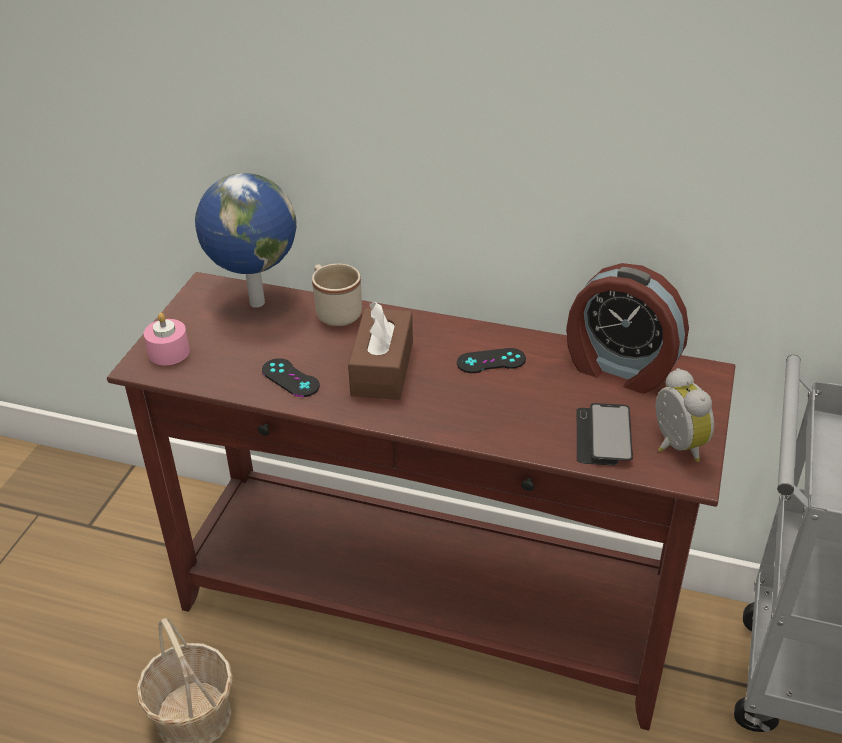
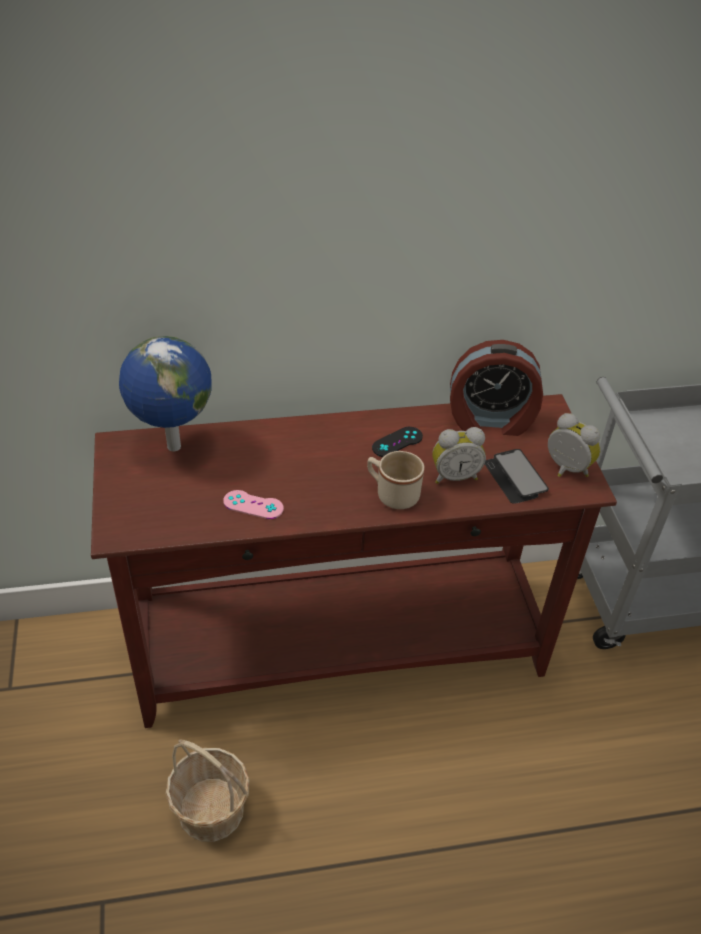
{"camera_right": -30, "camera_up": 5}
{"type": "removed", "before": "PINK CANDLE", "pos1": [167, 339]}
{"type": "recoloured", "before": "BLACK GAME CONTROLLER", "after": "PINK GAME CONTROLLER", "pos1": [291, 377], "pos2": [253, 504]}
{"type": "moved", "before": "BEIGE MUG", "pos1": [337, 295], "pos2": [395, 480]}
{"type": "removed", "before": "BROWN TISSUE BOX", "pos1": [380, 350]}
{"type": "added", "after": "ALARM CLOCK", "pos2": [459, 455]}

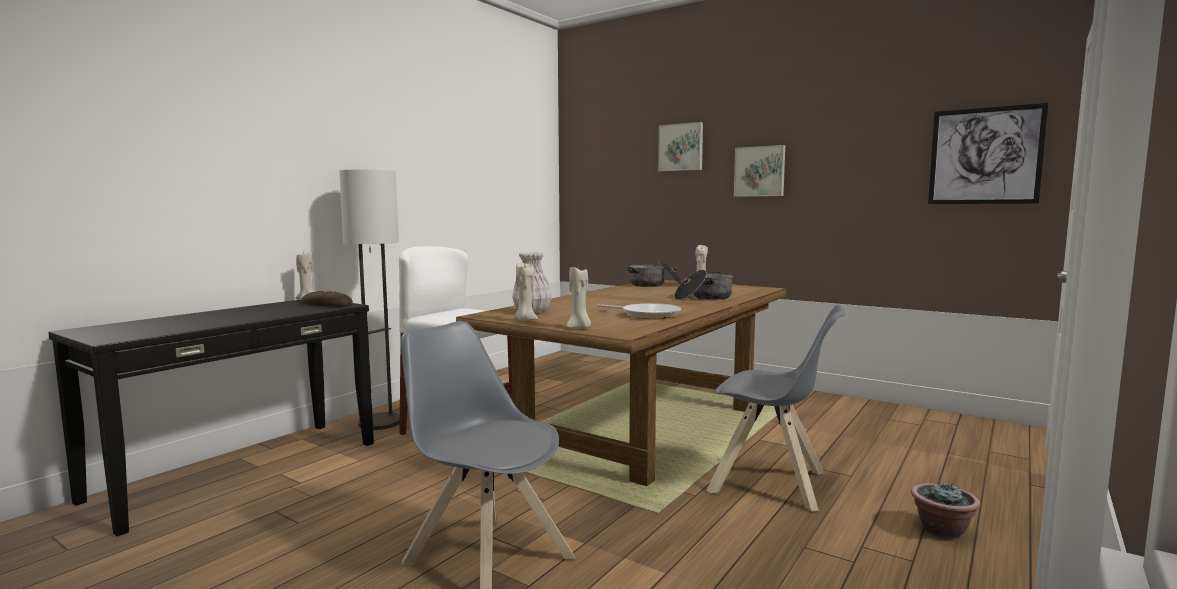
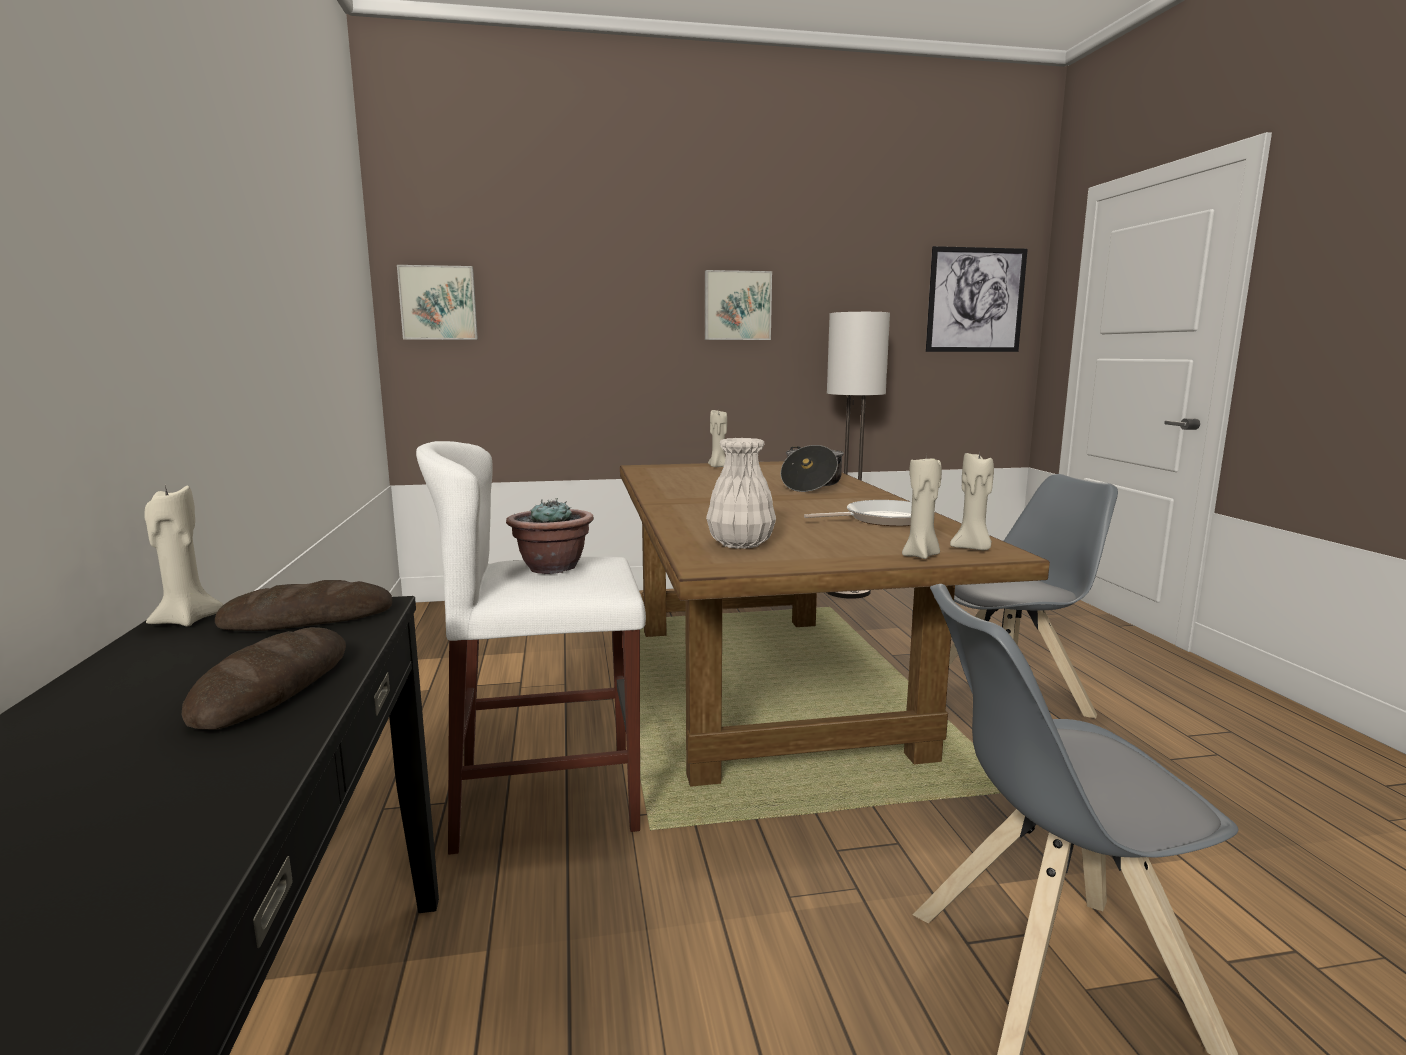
{"camera_right": -45, "camera_up": 5}
{"type": "moved", "before": "FLOOR LAMP", "pos1": [369, 299], "pos2": [858, 455]}
{"type": "moved", "before": "BEIGE CANDLE", "pos1": [526, 292], "pos2": [972, 501]}
{"type": "removed", "before": "COOKING POT", "pos1": [655, 273]}
{"type": "moved", "before": "PICTURE", "pos1": [680, 146], "pos2": [437, 302]}
{"type": "moved", "before": "POTTED PLANT", "pos1": [946, 510], "pos2": [550, 536]}
{"type": "added", "after": "BREAD", "pos2": [263, 678]}

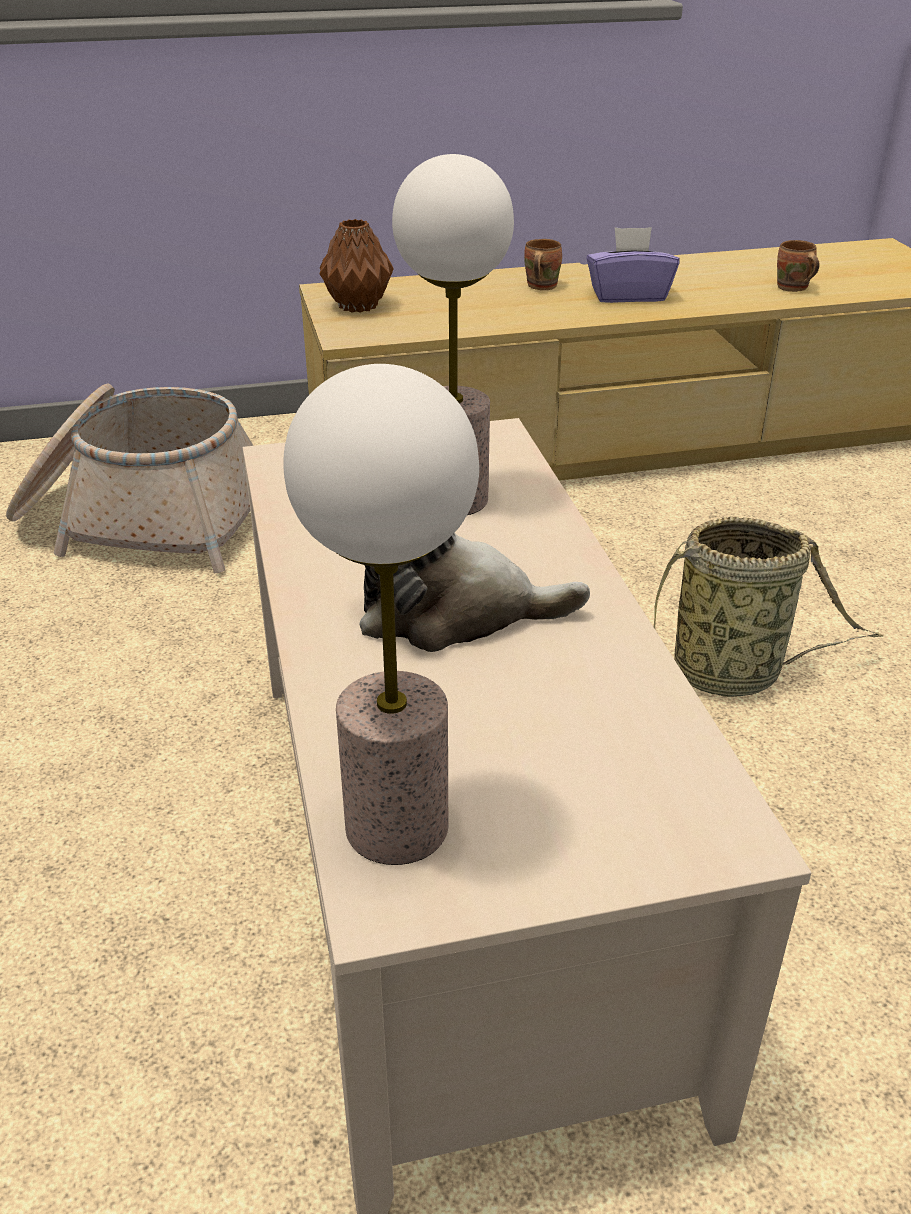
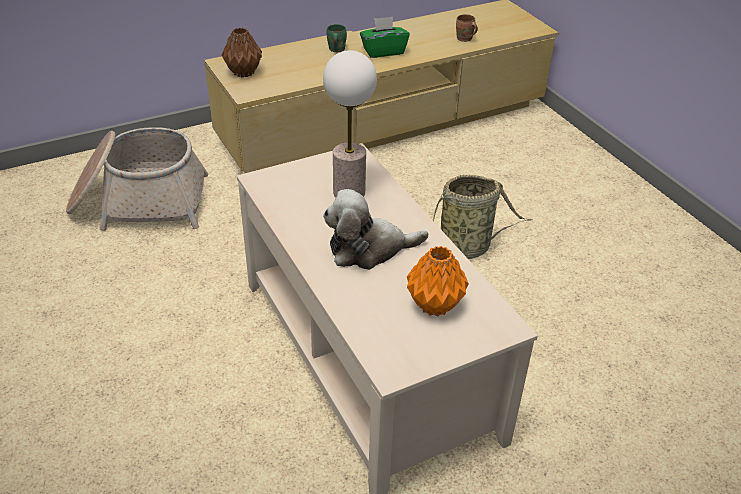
{"camera_right": -15, "camera_up": 5}
{"type": "removed", "before": "TABLE LAMP", "pos1": [381, 614]}
{"type": "recoloured", "before": "BROWN MUG", "after": "GREEN MUG", "pos1": [543, 264], "pos2": [337, 38]}
{"type": "recoloured", "before": "PURPLE TISSUE BOX", "after": "GREEN TISSUE BOX", "pos1": [632, 265], "pos2": [385, 37]}
{"type": "added", "after": "ORANGE VASE", "pos2": [438, 281]}

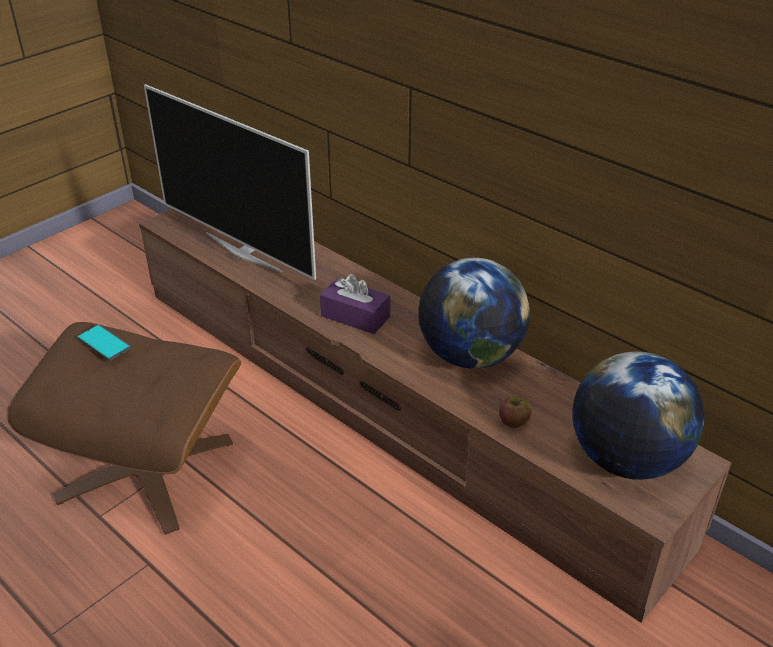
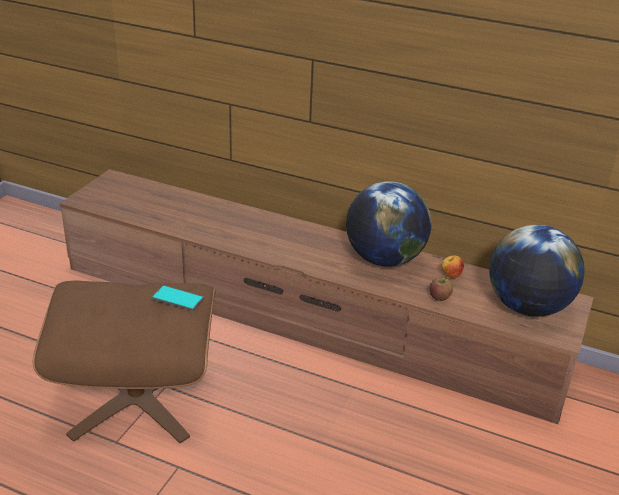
{"camera_right": -20, "camera_up": -5}
{"type": "moved", "before": "PHONE", "pos1": [104, 342], "pos2": [178, 298]}
{"type": "removed", "before": "TELEVISION", "pos1": [230, 182]}
{"type": "removed", "before": "PURPLE TISSUE BOX", "pos1": [355, 304]}
{"type": "added", "after": "APPLE", "pos2": [452, 266]}

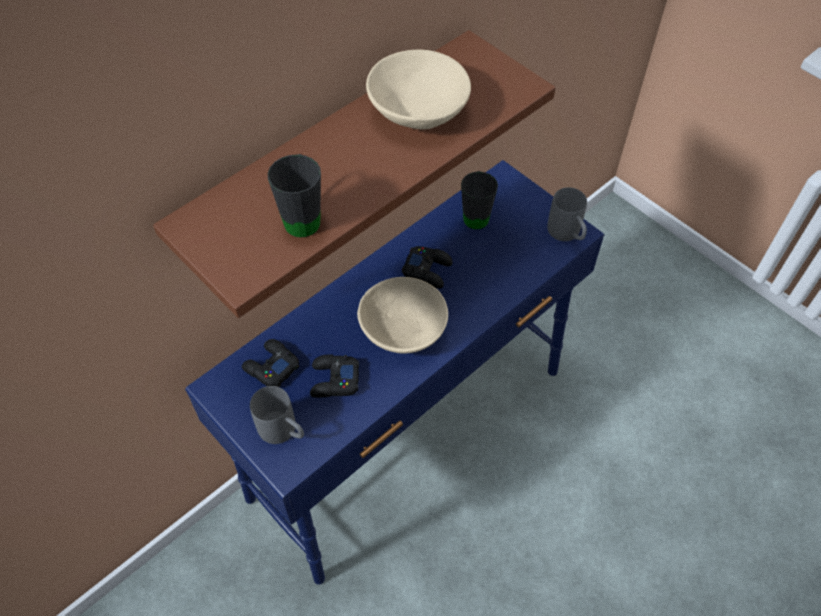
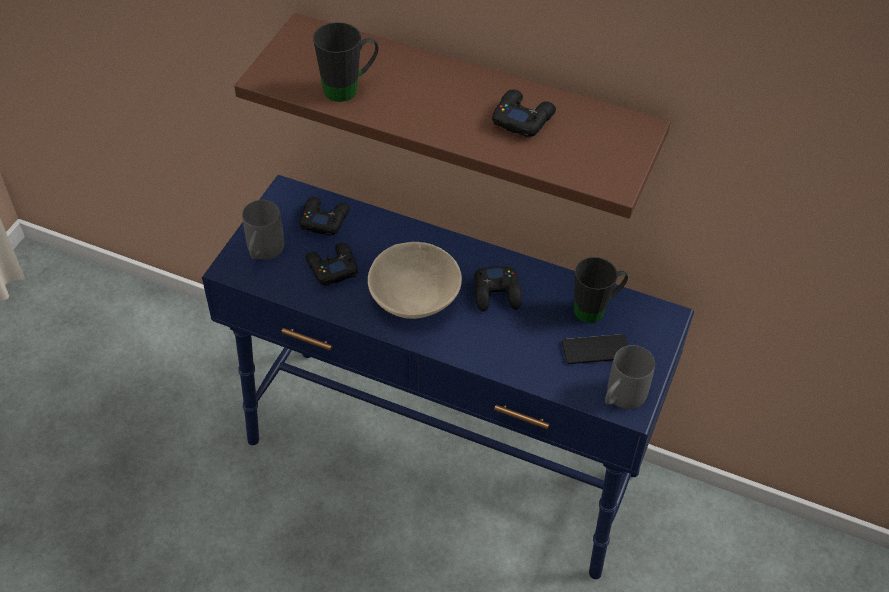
{"camera_right": 65, "camera_up": -5}
{"type": "replaced", "before": "BEIGE BOWL", "after": "BLACK GAME CONTROLLER", "pos1": [418, 89], "pos2": [524, 113]}
{"type": "added", "after": "PHONE", "pos2": [595, 349]}

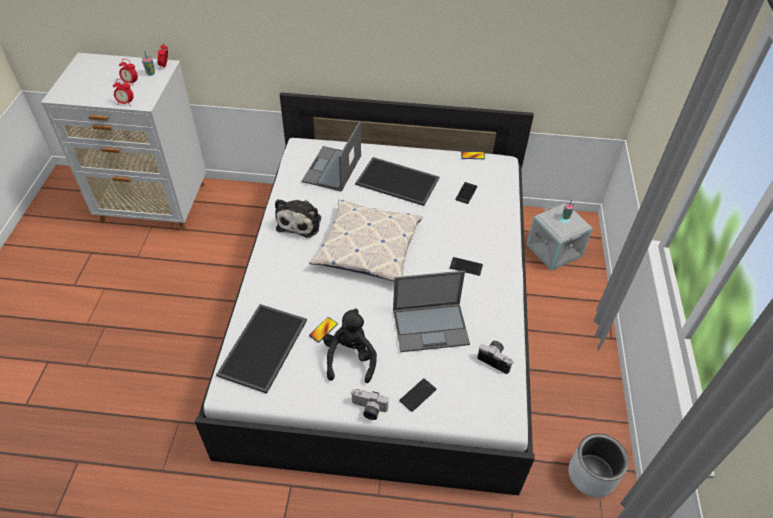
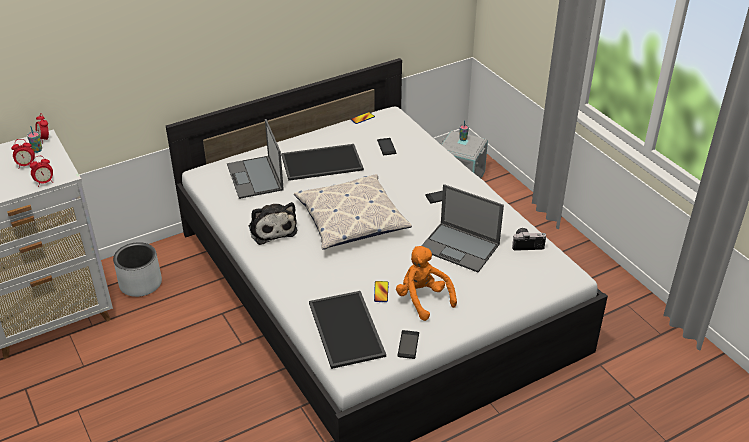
{"camera_right": -35, "camera_up": -10}
{"type": "recoloured", "before": "BLACK PLUSH TOY", "after": "ORANGE PLUSH TOY", "pos1": [350, 345], "pos2": [426, 283]}
{"type": "removed", "before": "PHOTO CAMERA", "pos1": [369, 404]}
{"type": "turned", "before": "LAPTOP", "pos1": [431, 311], "pos2": [462, 228], "turn": 75}
{"type": "moved", "before": "PHONE", "pos1": [418, 395], "pos2": [408, 344]}
{"type": "moved", "before": "GREY PLANTER", "pos1": [598, 465], "pos2": [137, 269]}

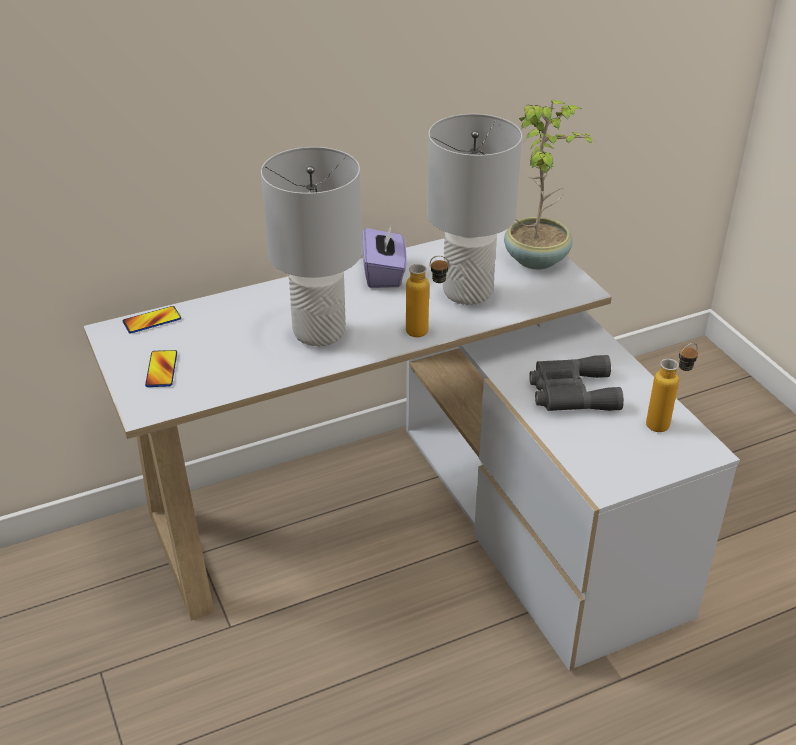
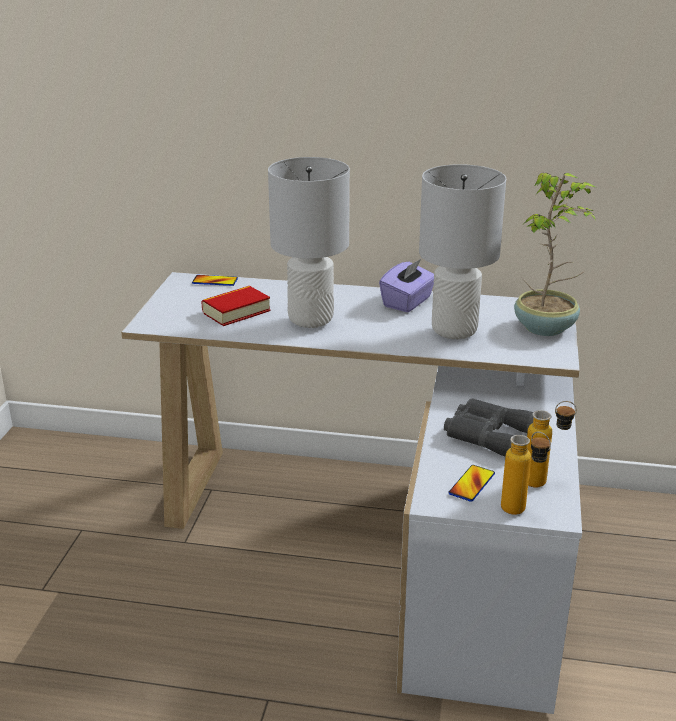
{"camera_right": 35, "camera_up": -10}
{"type": "moved", "before": "PHONE", "pos1": [161, 368], "pos2": [472, 483]}
{"type": "moved", "before": "BOTTLE", "pos1": [428, 296], "pos2": [526, 473]}
{"type": "added", "after": "BOOK", "pos2": [236, 306]}

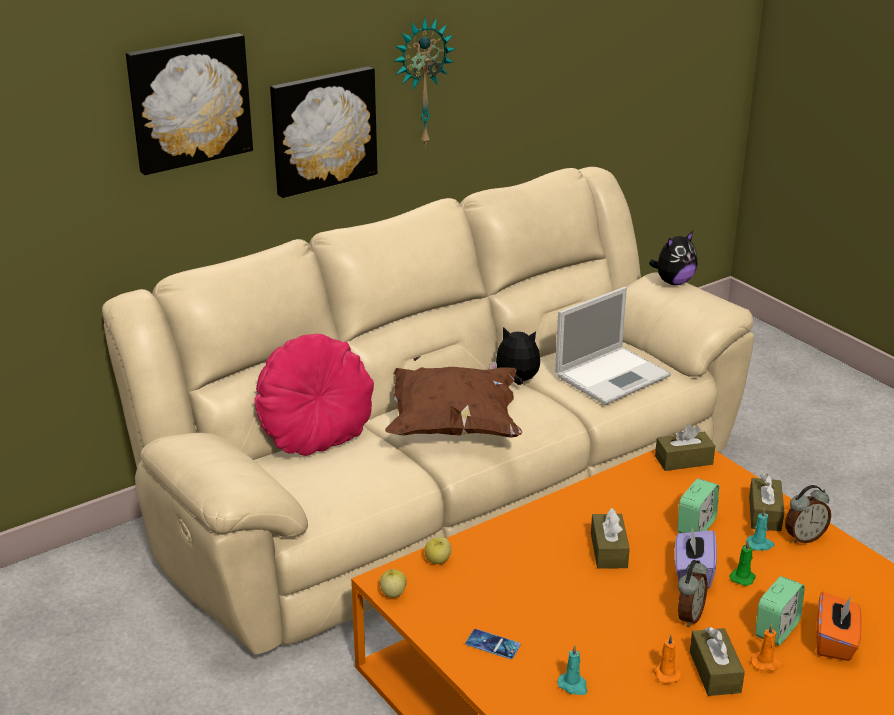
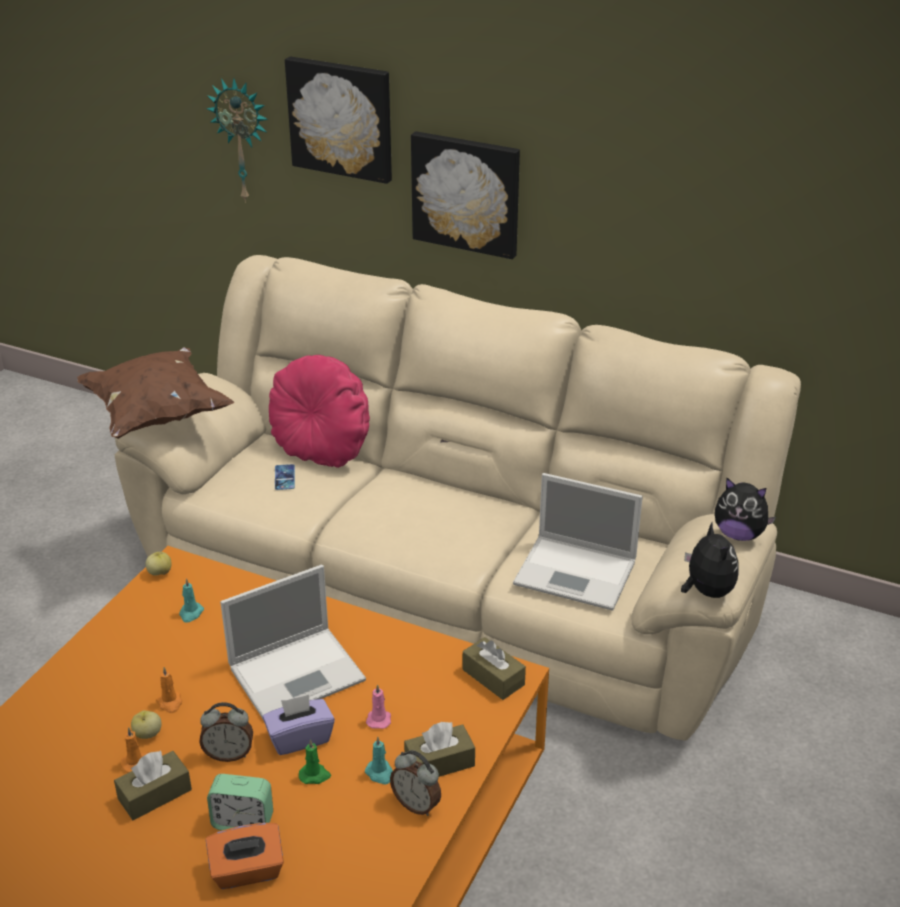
{"camera_right": 60, "camera_up": 5}
{"type": "moved", "before": "BROWN PILLOW", "pos1": [453, 402], "pos2": [155, 393]}
{"type": "moved", "before": "WALL CLOCK", "pos1": [424, 82], "pos2": [237, 140]}
{"type": "moved", "before": "APPLE", "pos1": [437, 550], "pos2": [146, 724]}
{"type": "moved", "before": "PHONE", "pos1": [493, 644], "pos2": [285, 477]}
{"type": "moved", "before": "PLUSH TOY", "pos1": [514, 356], "pos2": [710, 560]}
{"type": "moved", "before": "TURQUOISE CANDLE", "pos1": [572, 670], "pos2": [191, 600]}
{"type": "replaced", "before": "BROWN TISSUE BOX", "after": "LAPTOP", "pos1": [610, 538], "pos2": [293, 642]}
{"type": "replaced", "before": "ALARM CLOCK", "after": "PINK CANDLE", "pos1": [698, 506], "pos2": [378, 706]}
{"type": "moved", "before": "ORANGE CANDLE", "pos1": [767, 648], "pos2": [169, 690]}

